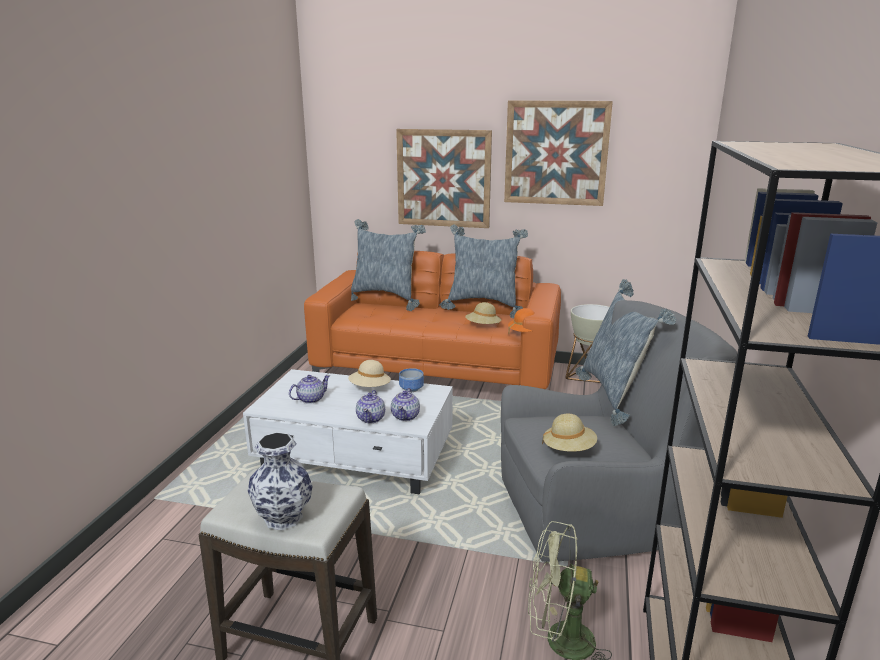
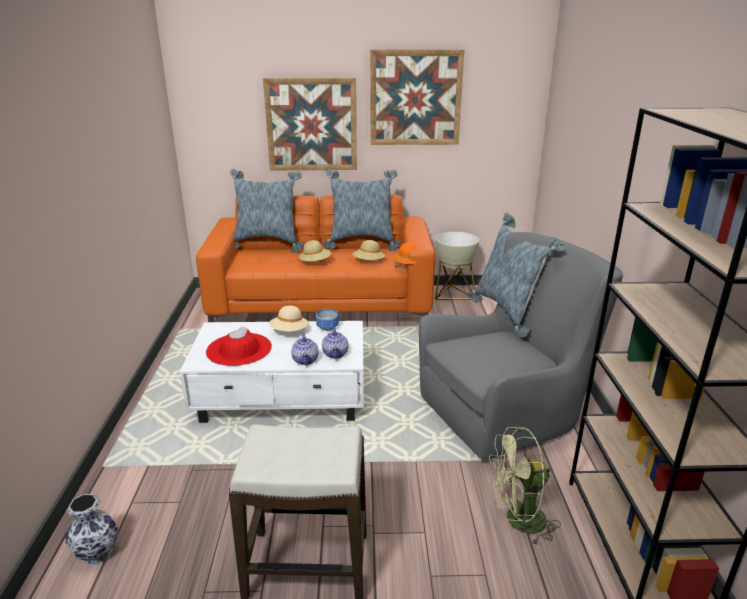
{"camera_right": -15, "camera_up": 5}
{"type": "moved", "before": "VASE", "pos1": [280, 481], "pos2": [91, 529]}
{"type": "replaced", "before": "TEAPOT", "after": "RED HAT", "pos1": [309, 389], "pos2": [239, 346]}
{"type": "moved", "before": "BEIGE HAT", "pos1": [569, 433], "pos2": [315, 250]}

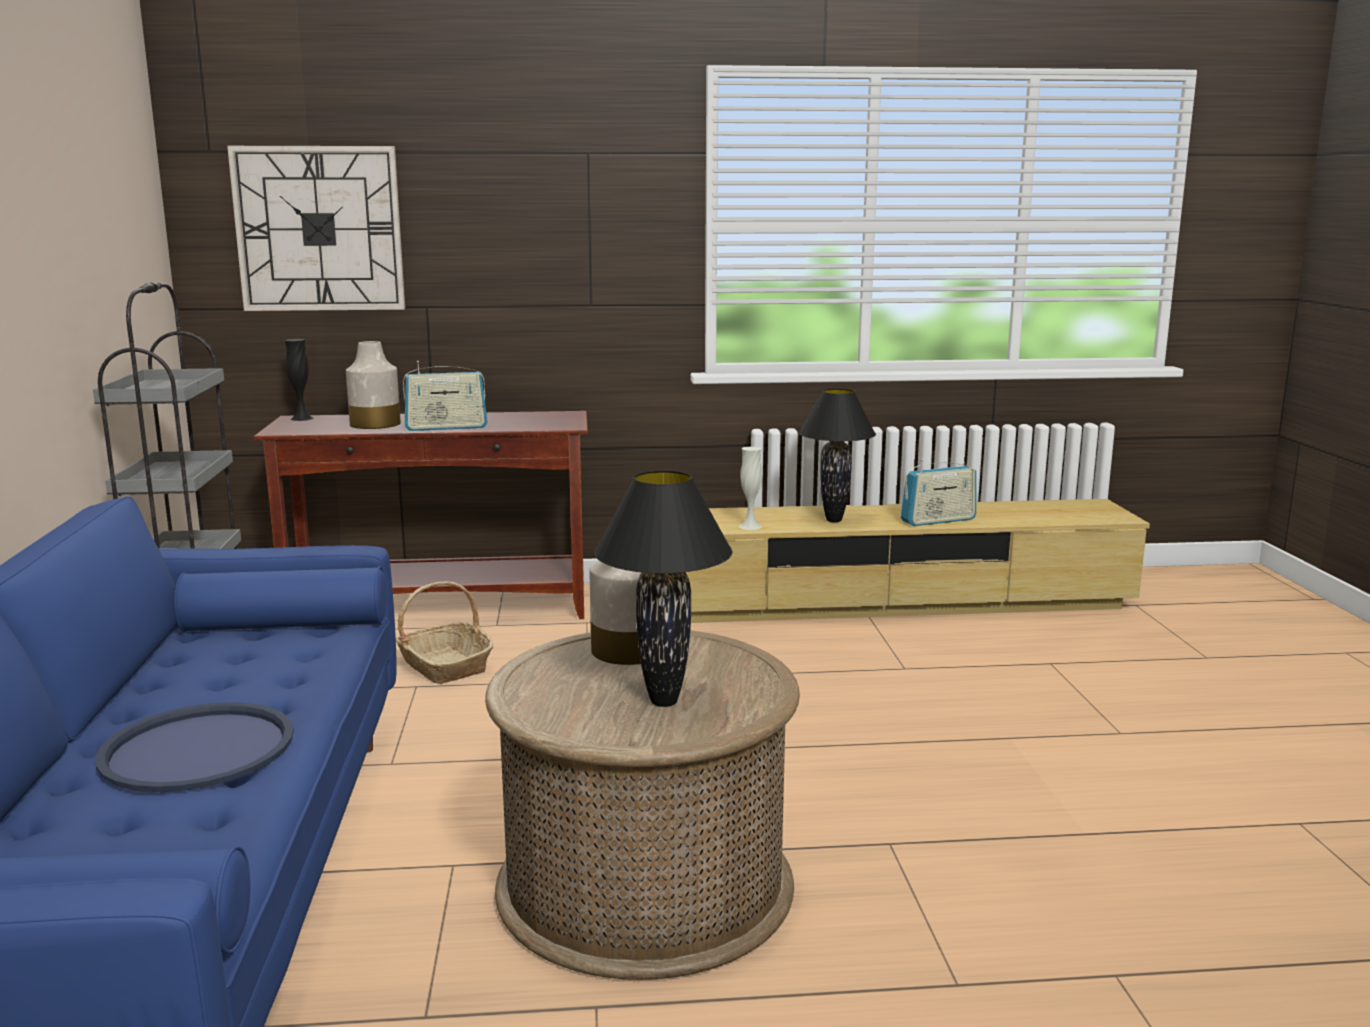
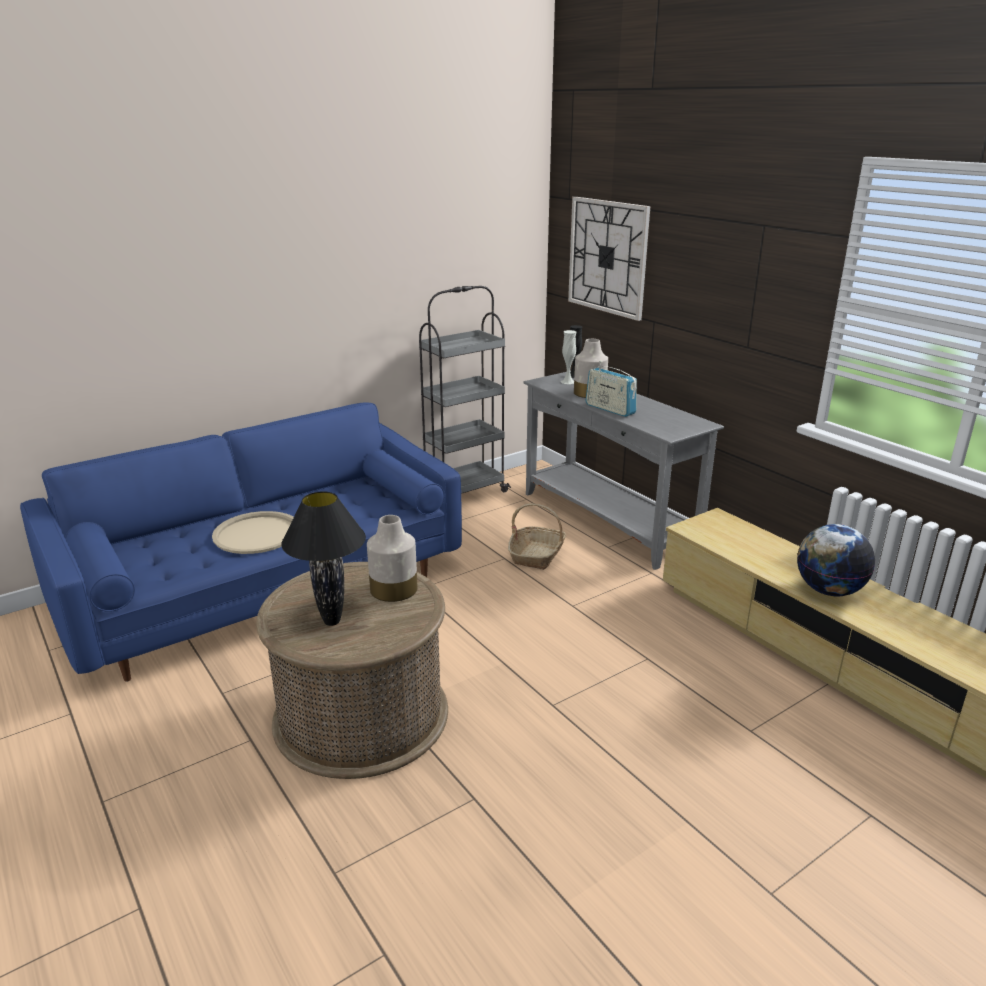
{"camera_right": 60, "camera_up": 10}
{"type": "recoloured", "before": "BLUE TRAY", "after": "BEIGE TRAY", "pos1": [194, 747], "pos2": [253, 532]}
{"type": "recoloured", "before": "BROWN CONSOLE TABLE", "after": "GREY CONSOLE TABLE", "pos1": [420, 515], "pos2": [623, 470]}
{"type": "moved", "before": "WHITE VASE", "pos1": [750, 488], "pos2": [568, 357]}
{"type": "replaced", "before": "BLACK TABLE LAMP", "after": "GLOBE", "pos1": [837, 455], "pos2": [836, 560]}
{"type": "removed", "before": "RADIO", "pos1": [938, 492]}

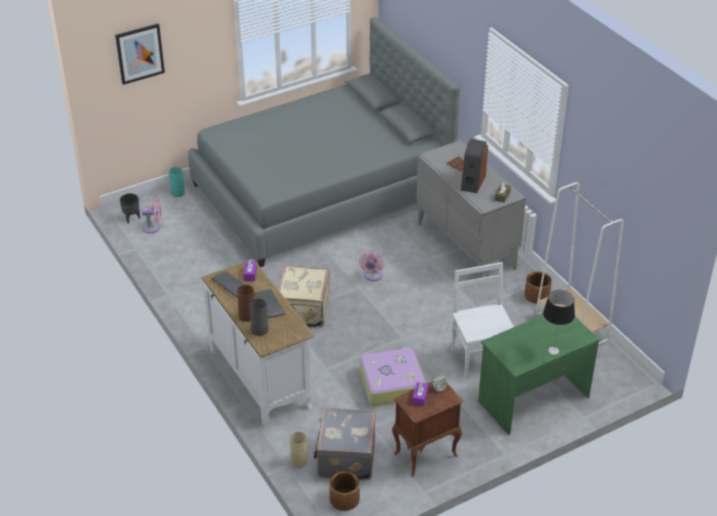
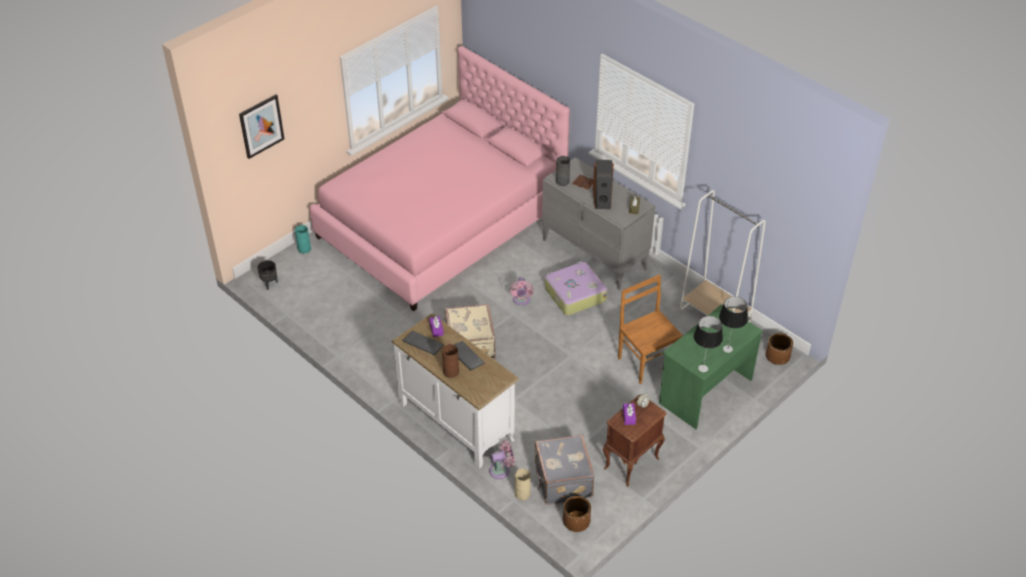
{"camera_right": -15, "camera_up": 5}
{"type": "moved", "before": "PINK FAN", "pos1": [151, 216], "pos2": [502, 460]}
{"type": "recoloured", "before": "GREY BED", "after": "PINK BED", "pos1": [324, 142], "pos2": [440, 178]}
{"type": "moved", "before": "GREY VASE", "pos1": [259, 317], "pos2": [563, 171]}
{"type": "moved", "before": "SUITCASE", "pos1": [393, 376], "pos2": [576, 288]}
{"type": "recoloured", "before": "WHITE CHAIR", "after": "BROWN CHAIR", "pos1": [482, 320], "pos2": [650, 329]}
{"type": "moved", "before": "BROWN PLANTER", "pos1": [538, 287], "pos2": [779, 349]}
{"type": "added", "after": "TABLE LAMP", "pos2": [708, 344]}

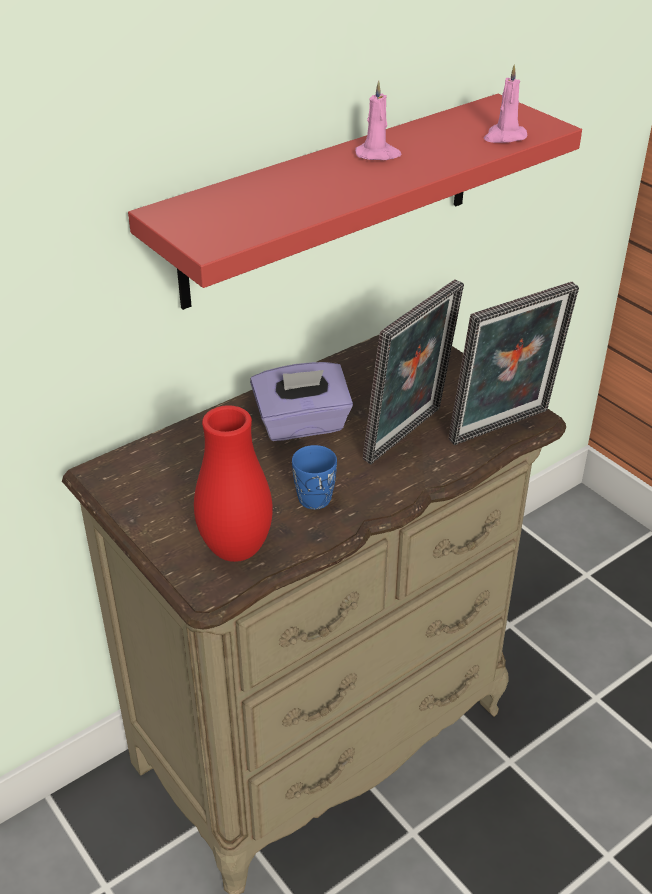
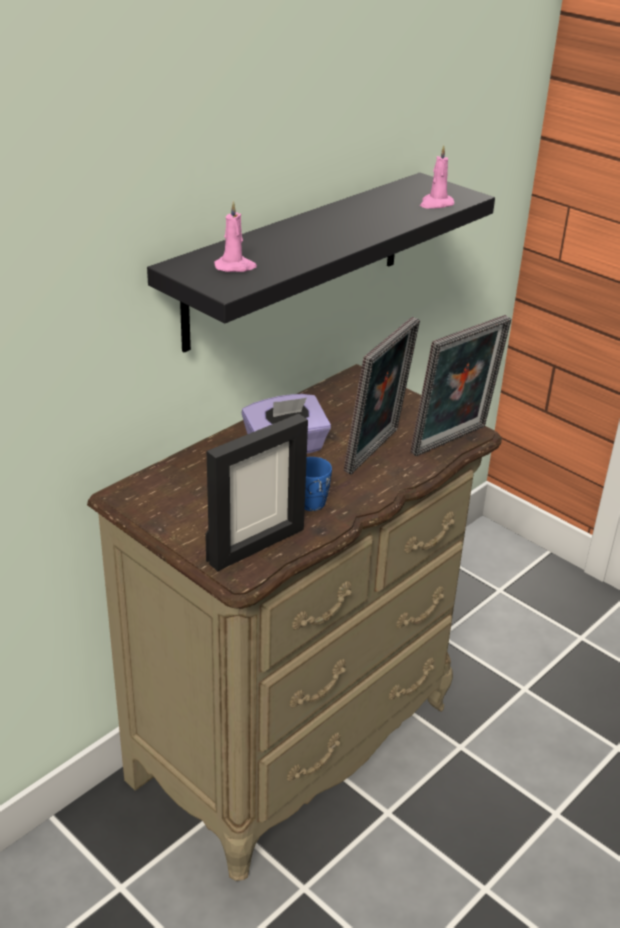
{"camera_right": -10, "camera_up": -5}
{"type": "recoloured", "before": "RED SHELF", "after": "BLACK SHELF", "pos1": [355, 202], "pos2": [321, 263]}
{"type": "replaced", "before": "RED VASE", "after": "PICTURE FRAME", "pos1": [233, 483], "pos2": [256, 492]}
{"type": "moved", "before": "PINK CANDLE", "pos1": [378, 120], "pos2": [235, 236]}

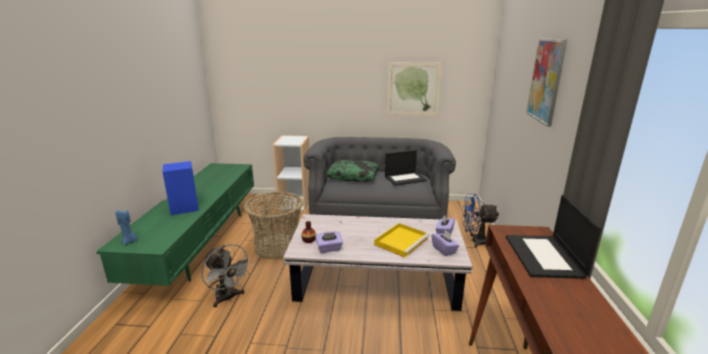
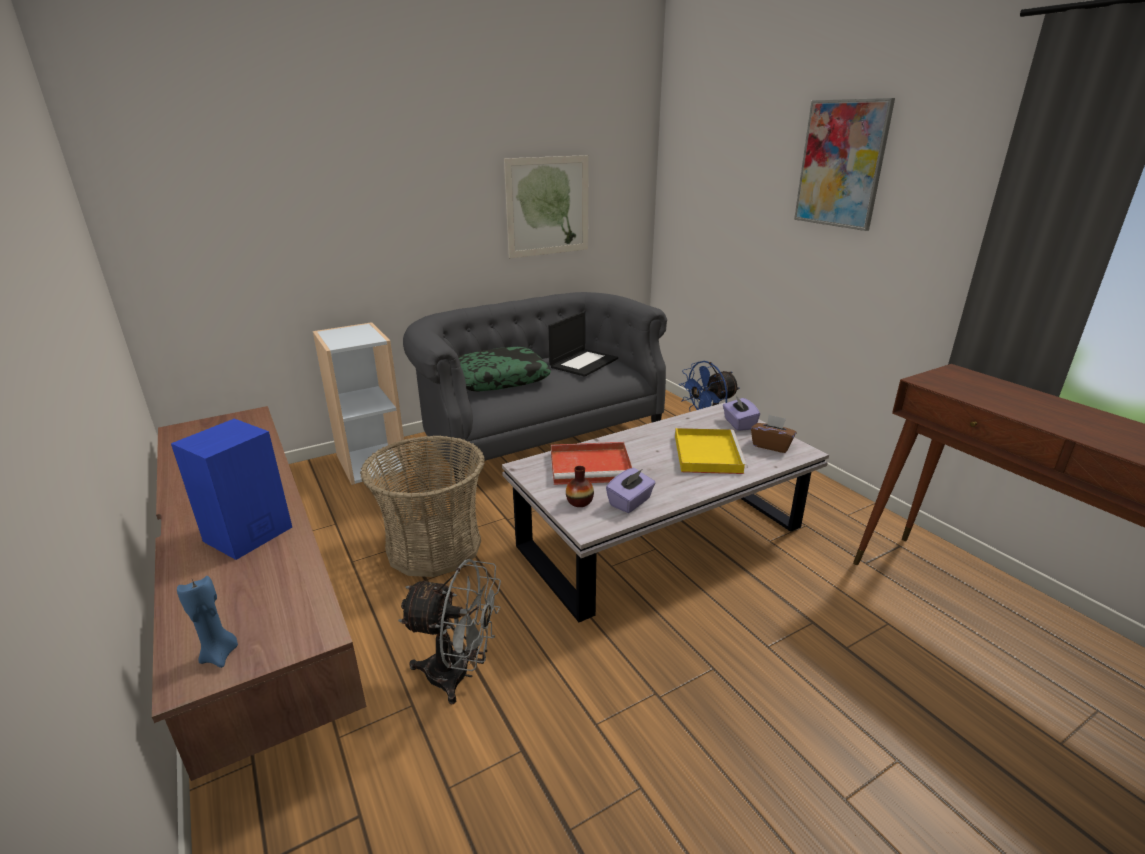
{"camera_right": -35, "camera_up": 5}
{"type": "recoloured", "before": "GREEN TV STAND", "after": "BROWN TV STAND", "pos1": [175, 224], "pos2": [259, 593]}
{"type": "recoloured", "before": "PURPLE TISSUE BOX", "after": "BROWN TISSUE BOX", "pos1": [445, 243], "pos2": [774, 434]}
{"type": "removed", "before": "LAPTOP", "pos1": [554, 237]}
{"type": "added", "after": "RED TRAY", "pos2": [591, 463]}

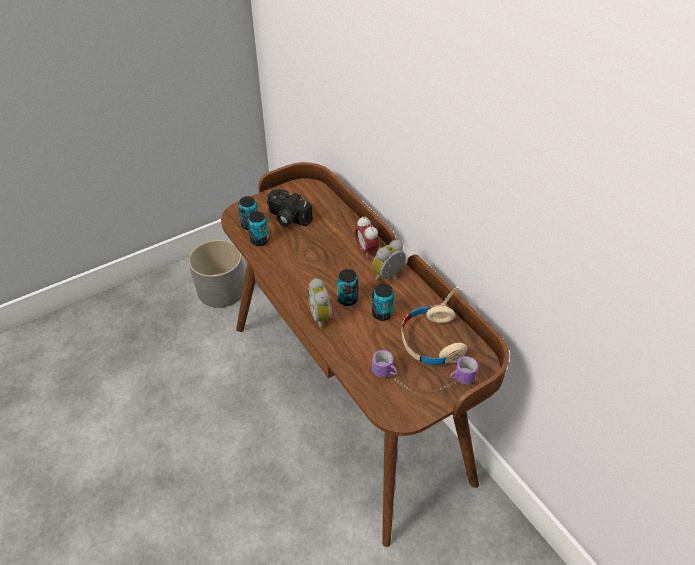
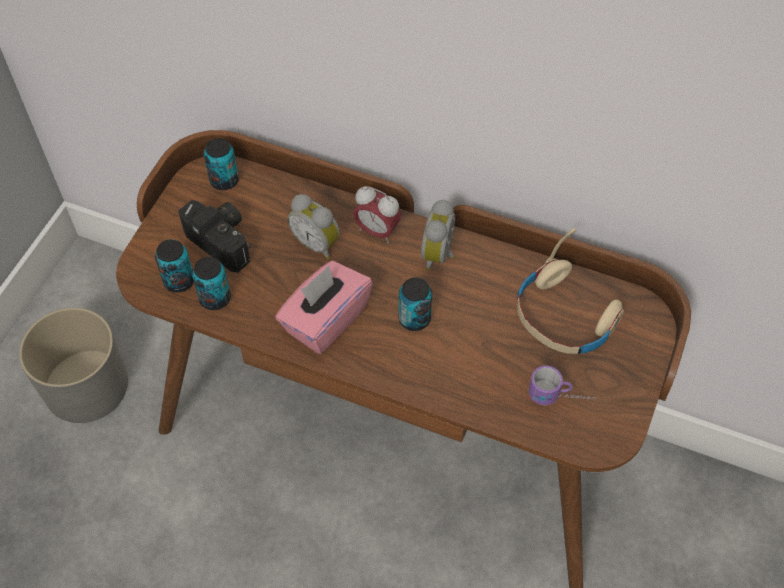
{"camera_right": -35, "camera_up": 10}
{"type": "turned", "before": "PHOTO CAMERA", "pos1": [290, 208], "pos2": [214, 236], "turn": -135}
{"type": "moved", "before": "ALARM CLOCK", "pos1": [320, 303], "pos2": [313, 226]}
{"type": "moved", "before": "CAN", "pos1": [383, 302], "pos2": [221, 164]}
{"type": "removed", "before": "MUG", "pos1": [456, 374]}
{"type": "added", "after": "PINK TISSUE BOX", "pos2": [324, 307]}

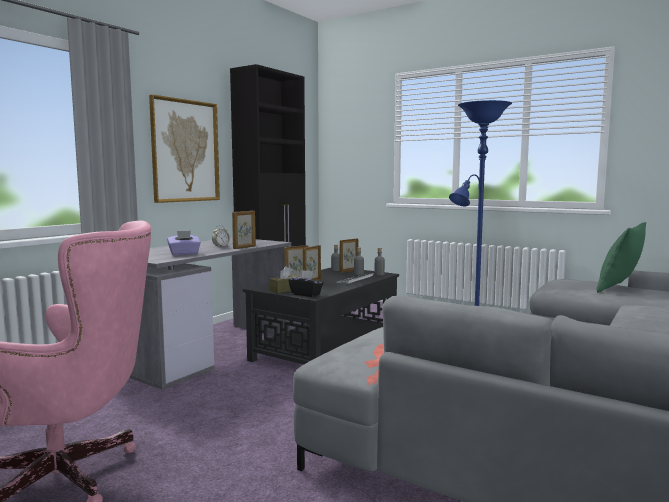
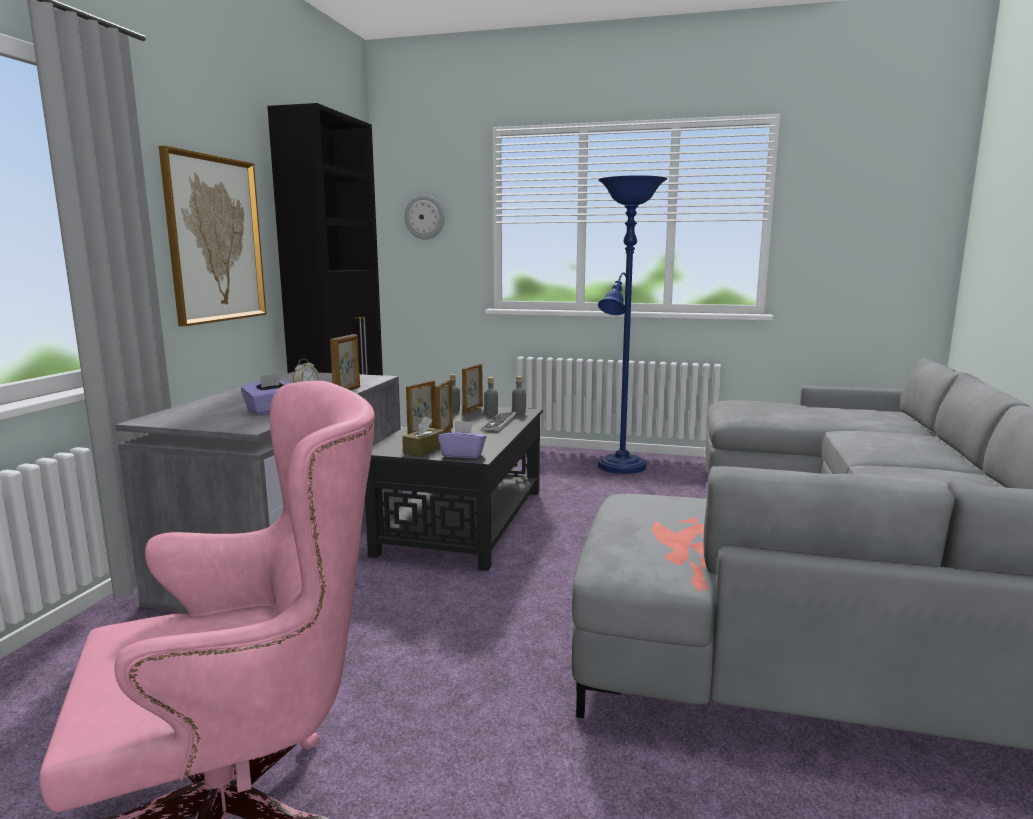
{"camera_right": -20, "camera_up": 5}
{"type": "recoloured", "before": "BLACK TISSUE BOX", "after": "PURPLE TISSUE BOX", "pos1": [305, 283], "pos2": [462, 440]}
{"type": "removed", "before": "GREEN PILLOW", "pos1": [621, 257]}
{"type": "added", "after": "WALL CLOCK", "pos2": [424, 217]}

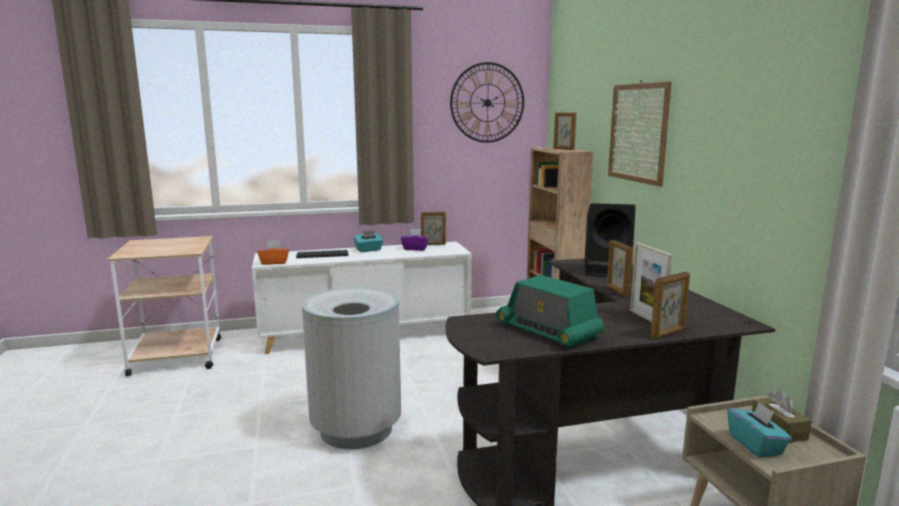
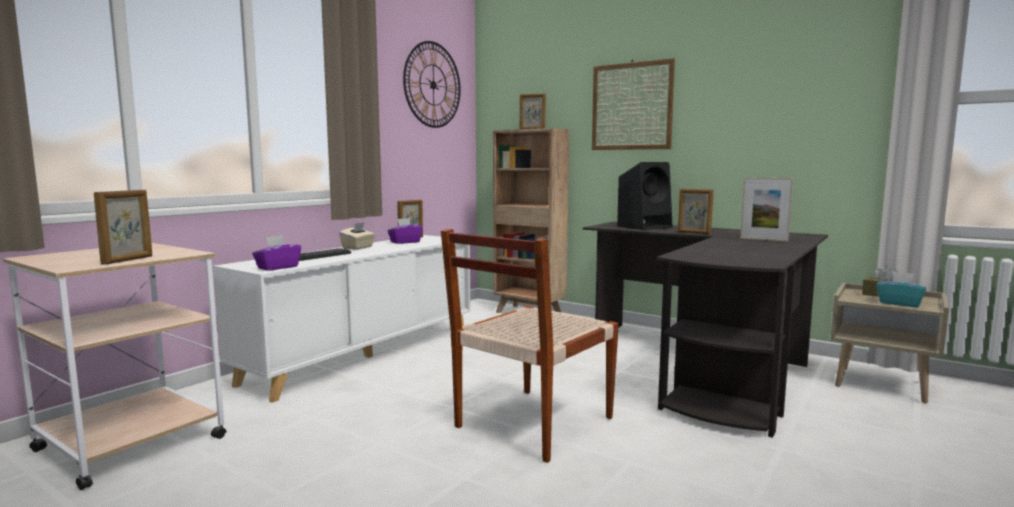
{"camera_right": -40, "camera_up": -5}
{"type": "recoloured", "before": "ORANGE TISSUE BOX", "after": "PURPLE TISSUE BOX", "pos1": [273, 252], "pos2": [276, 253]}
{"type": "replaced", "before": "GREY TRASH CAN", "after": "CHAIR", "pos1": [351, 368], "pos2": [529, 346]}
{"type": "recoloured", "before": "TURQUOISE TISSUE BOX", "after": "BEIGE TISSUE BOX", "pos1": [368, 241], "pos2": [357, 236]}
{"type": "removed", "before": "RADIO", "pos1": [550, 312]}
{"type": "moved", "before": "PICTURE FRAME", "pos1": [670, 305], "pos2": [123, 227]}

